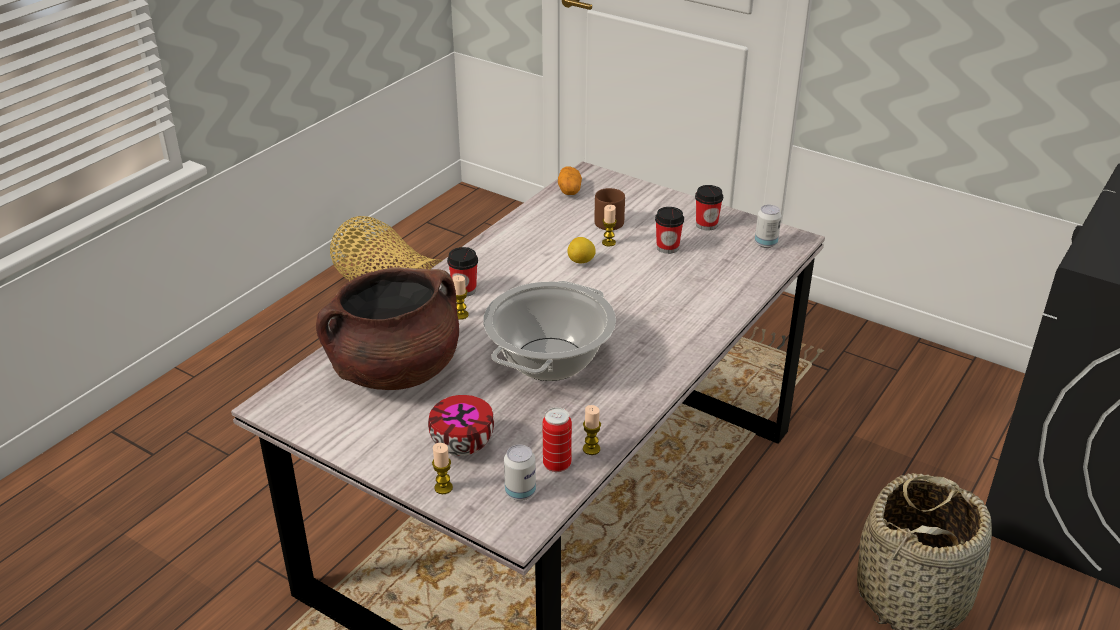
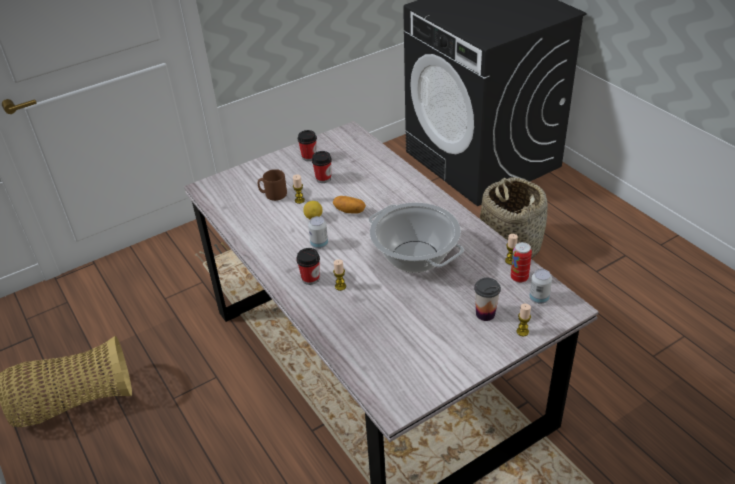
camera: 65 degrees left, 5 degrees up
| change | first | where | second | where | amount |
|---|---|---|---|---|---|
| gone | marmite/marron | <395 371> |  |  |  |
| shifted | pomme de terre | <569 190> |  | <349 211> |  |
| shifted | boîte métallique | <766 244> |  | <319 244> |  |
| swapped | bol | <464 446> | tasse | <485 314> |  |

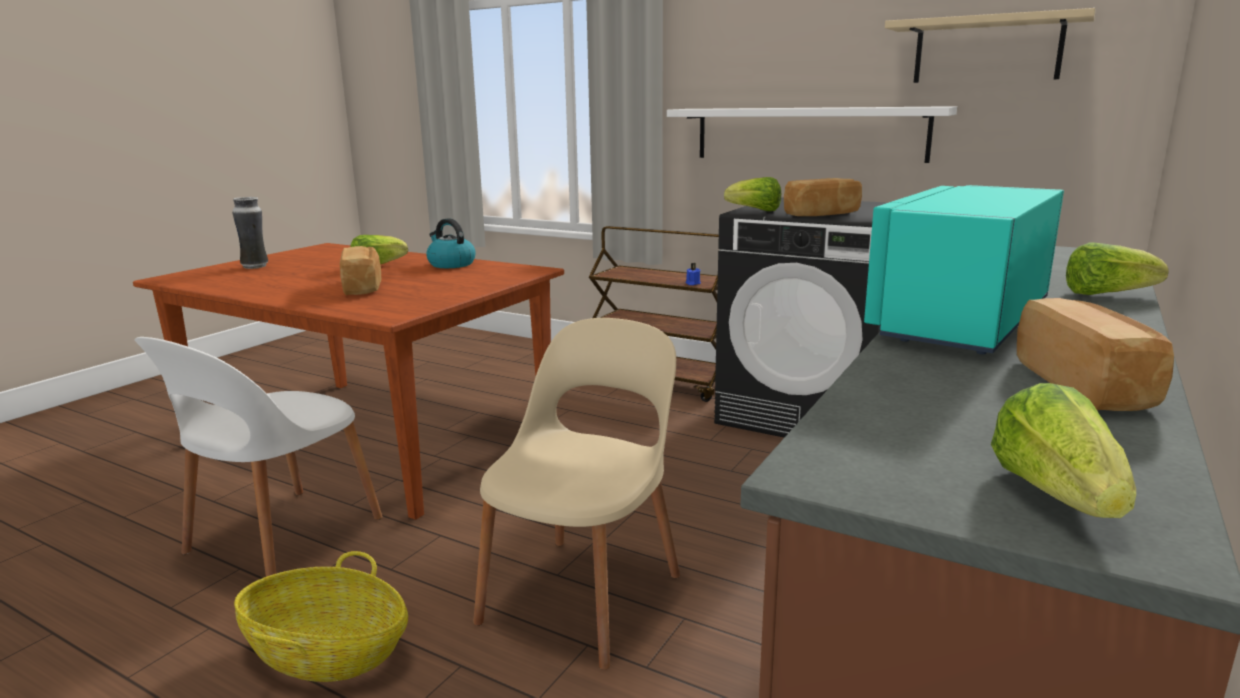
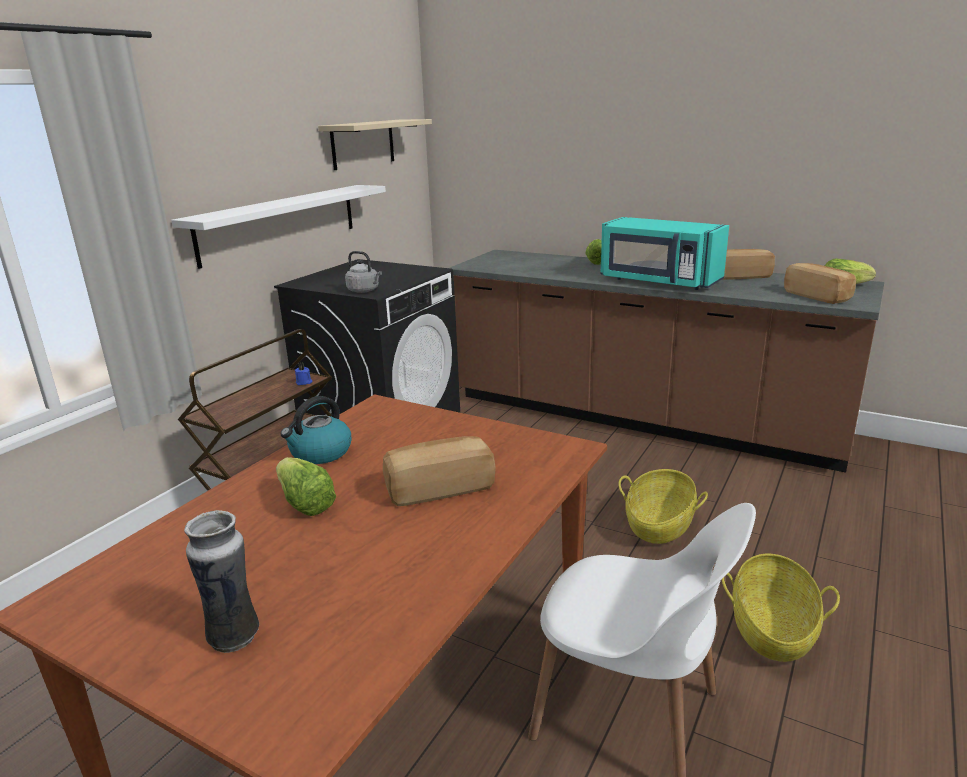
camera: 90 degrees left, 5 degrees up
| change | first | where | second | where | amount |
|---|---|---|---|---|---|
| shifted | pain | <823 214> |  | <817 296> |  |
| swapped | chaise/beige | <584 594> | panier | <659 524> |  |
| swapped | laitue | <755 210> | bouilloire/gris | <364 290> |  |

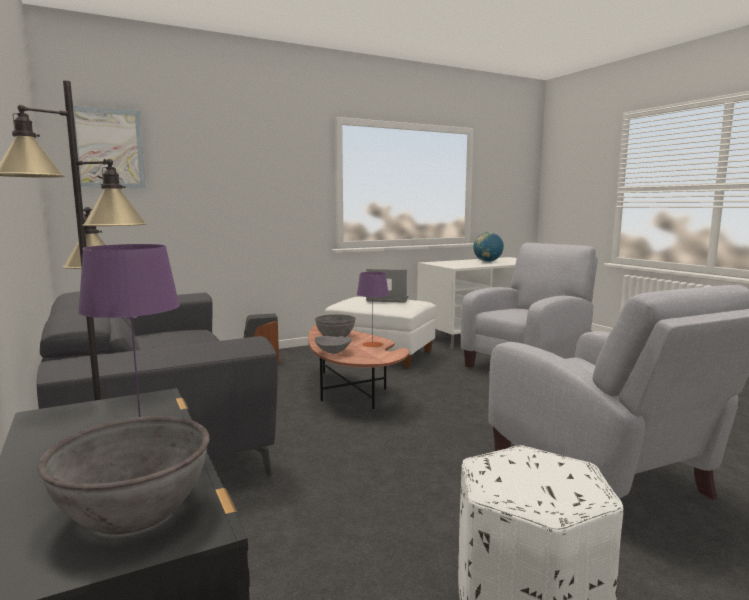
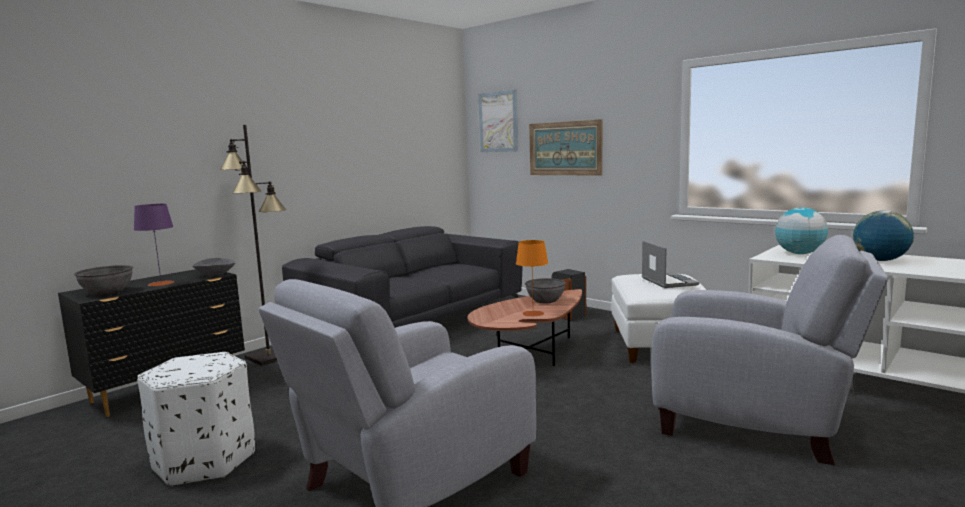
camera: 70 degrees right, 0 degrees up
| change | first | where | second | where | amount |
|---|---|---|---|---|---|
| new |  |  | tableau | <565 148> |  |
| new |  |  | globe | <799 253> |  |
| shifted | bol/gris | <333 352> |  | <215 275> |  |
| repainted | lampe de table/violet | <372 344> | lampe de table/orange | <533 313> |  |

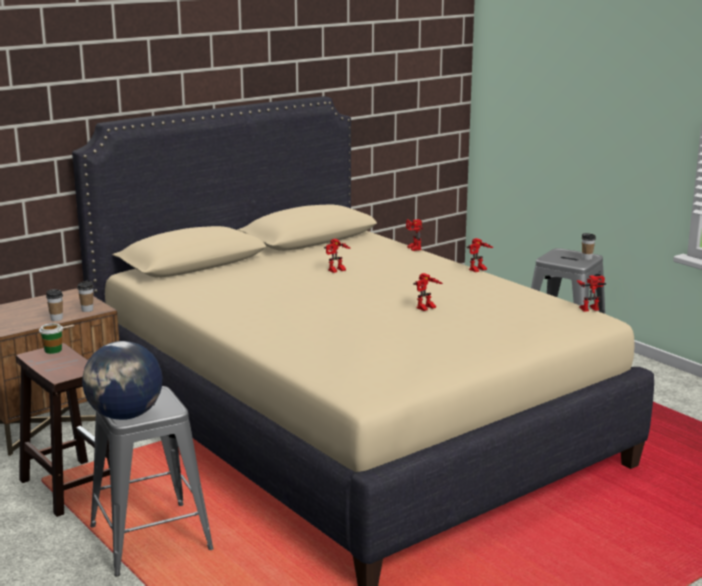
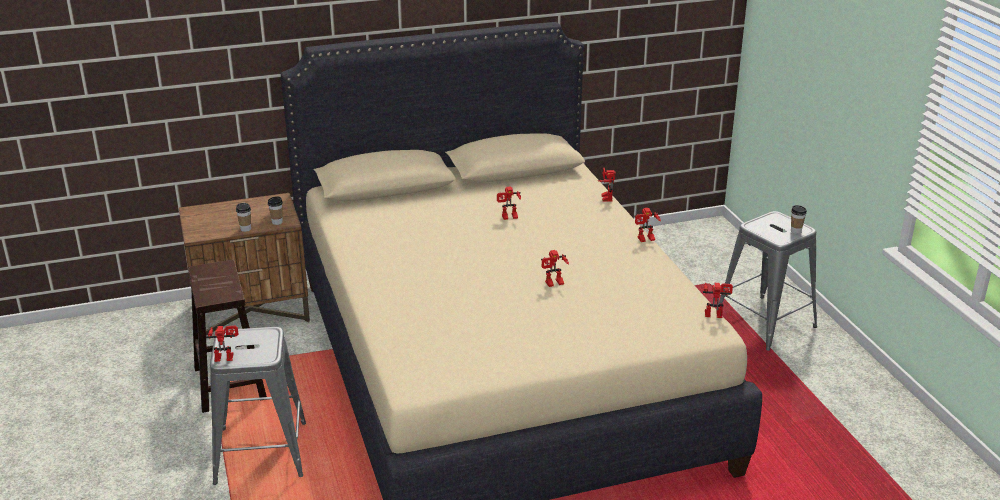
camera: 20 degrees right, 10 degrees up
| change | first | where | second | where | amount |
|---|---|---|---|---|---|
| gone | tasse | <53 350> |  |  |  |
| swapped | globe | <124 416> | robot jouet | <225 356> |  |

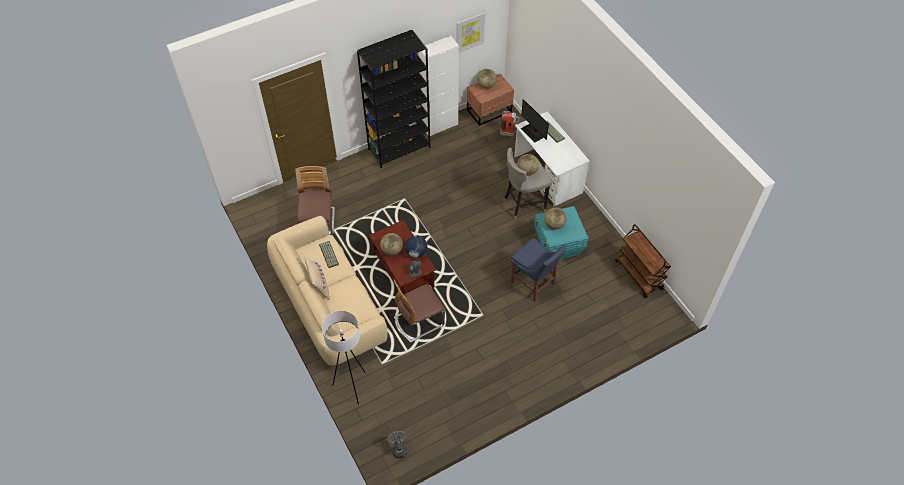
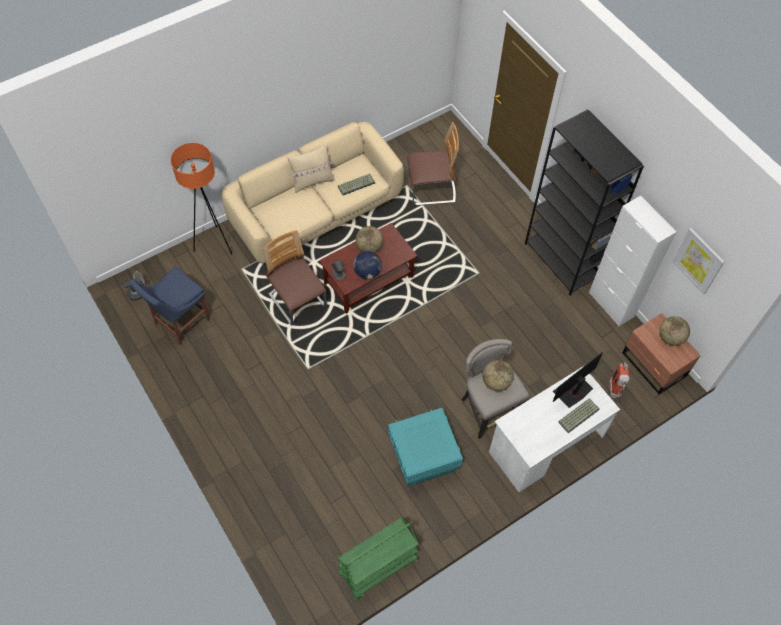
camera: 85 degrees right, 5 degrees up
| change | first | where | second | where | amount |
|---|---|---|---|---|---|
| gone | globe | <554 225> |  |  |  |
| shifted | chaise/bleu | <534 284> |  | <180 323> |  |
| repainted | lampadaire/blanc | <352 386> | lampadaire/orange | <214 244> |  |
| repainted | chariot/marron | <639 275> | chariot/vert | <378 567> |  |

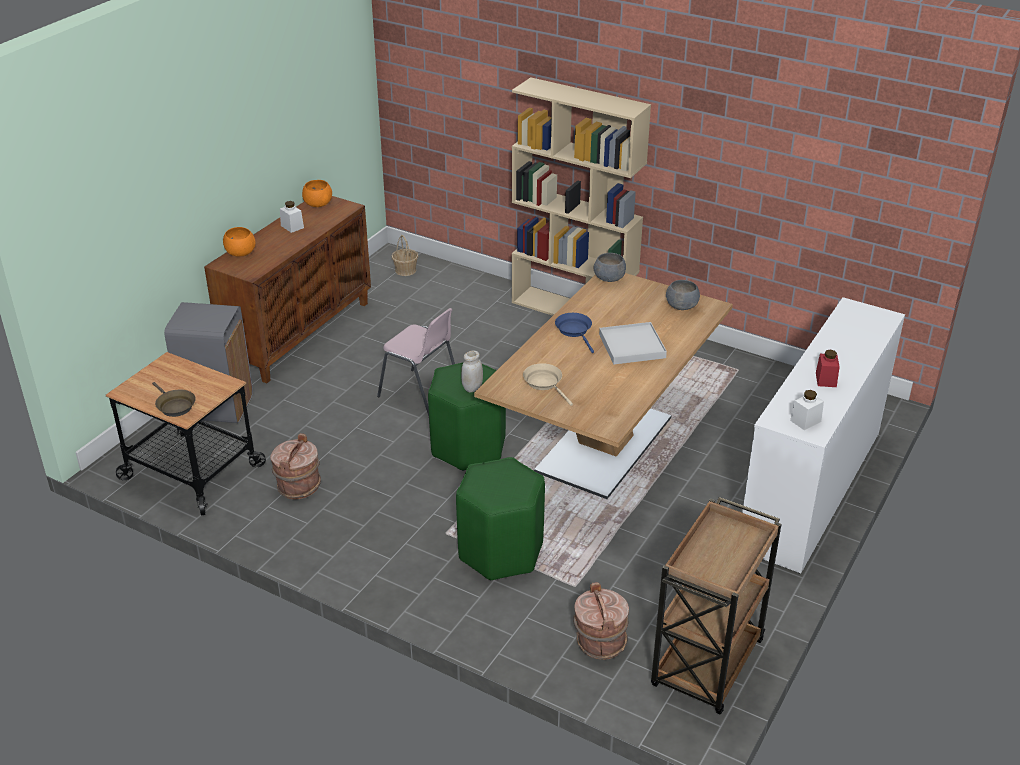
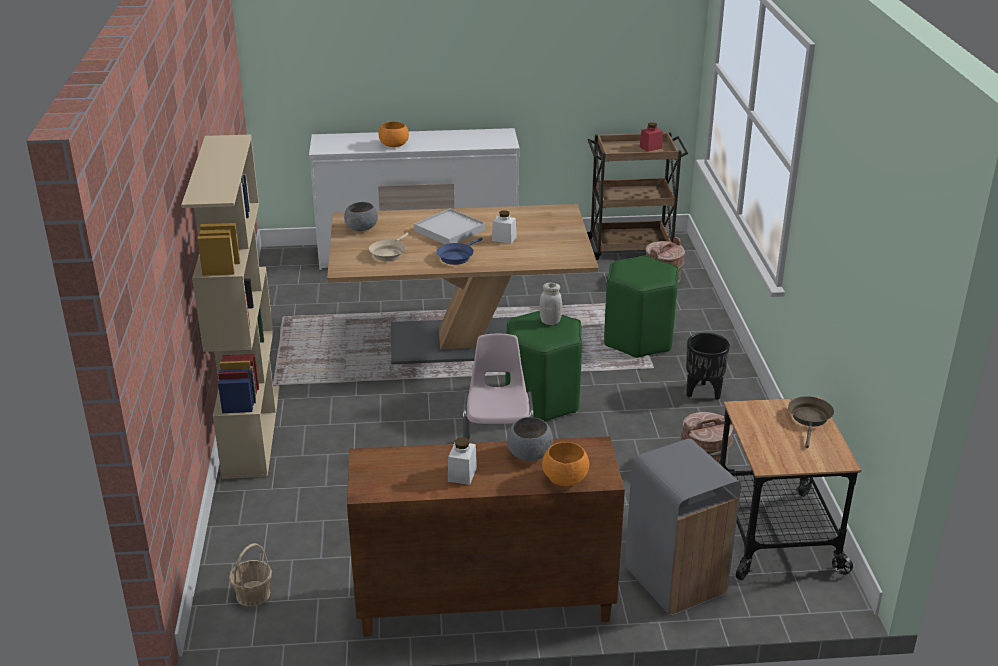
camera: 125 degrees left, 5 degrees down
| change | first | where | second | where | amount |
|---|---|---|---|---|---|
| new |  |  | cache-pot/noir | <703 393> |  |
| shifted | bol/orange | <317 204> |  | <394 145> |  |
| shifted | poêle/beige | <545 383> |  | <389 253> |  |
| shifted | bol/gris | <609 278> |  | <528 454> |  |
| shifted | bocal/blanc | <805 421> |  | <504 238> |  |
| shifted | bocal/rouge | <826 379> |  | <650 147> |  |

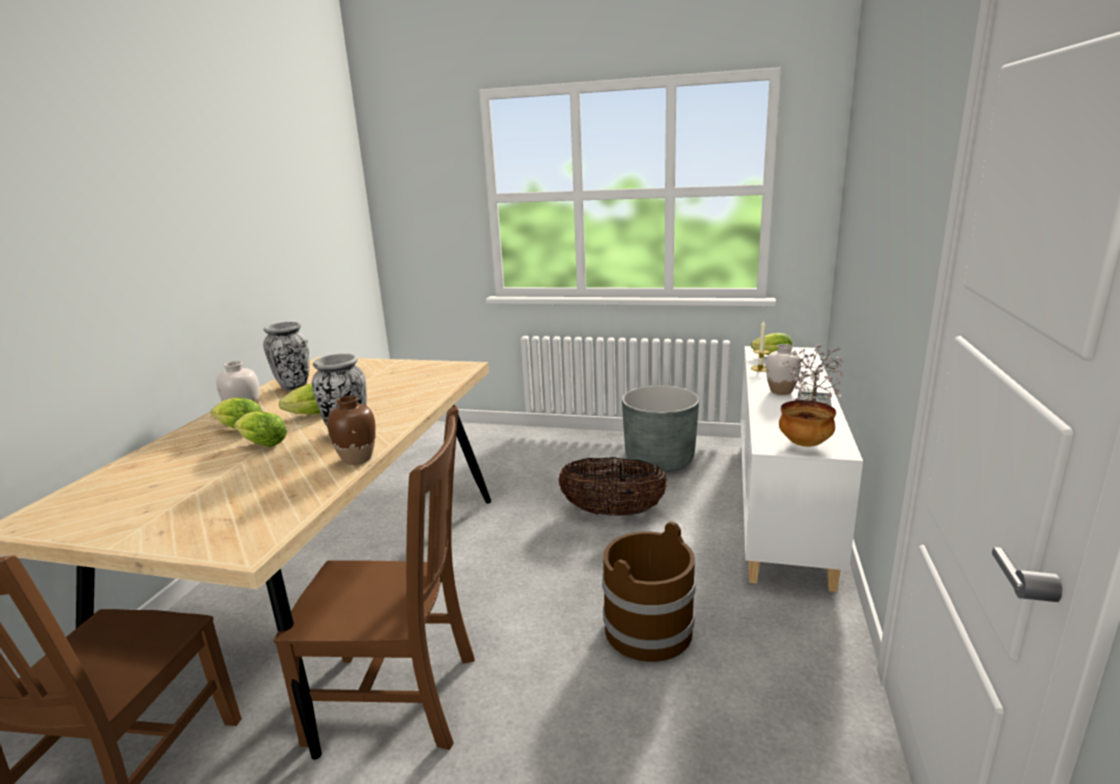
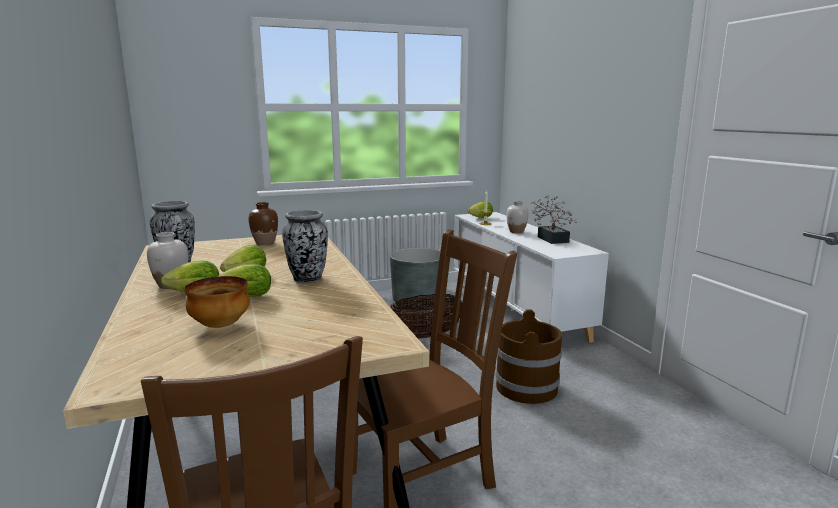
camera: 35 degrees left, 5 degrees down
| change | first | where | second | where | amount |
|---|---|---|---|---|---|
| shifted | vase/marron | <357 459> |  | <265 243> |  |
| shifted | bol | <804 444> |  | <220 325> |  |

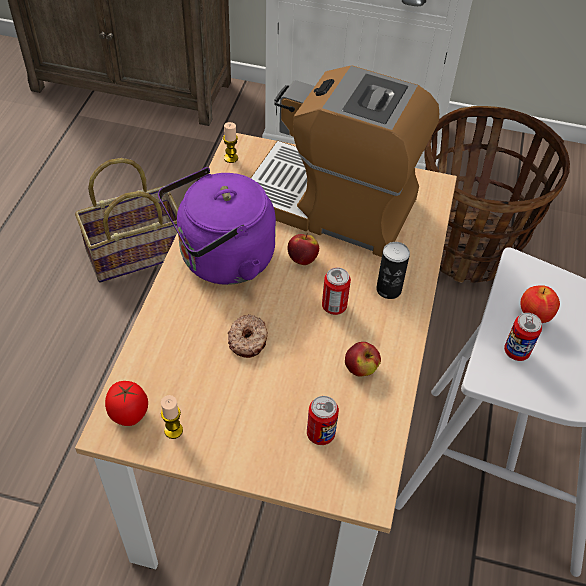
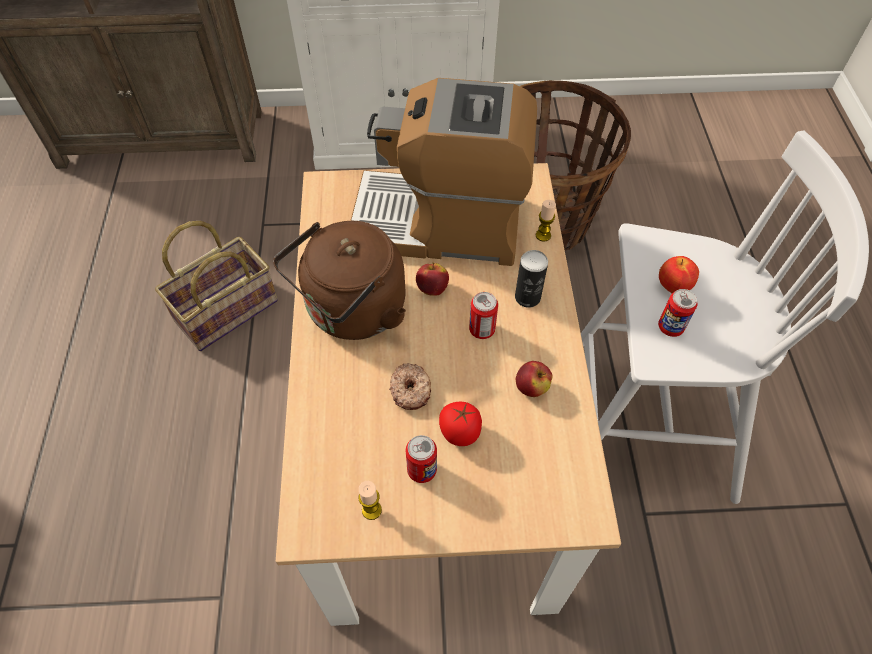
camera: 15 degrees left, 5 degrees up
| change | first | where | second | where | amount |
|---|---|---|---|---|---|
| shifted | tomate | <129 413> |  | <460 432> |  |
| shifted | bougie | <231 158> |  | <543 235> |  |
| shifted | boîte métallique | <320 434> |  | <422 470> |  |
| repainted | bouilloire/violet | <221 260> | bouilloire/marron | <352 312> |  |

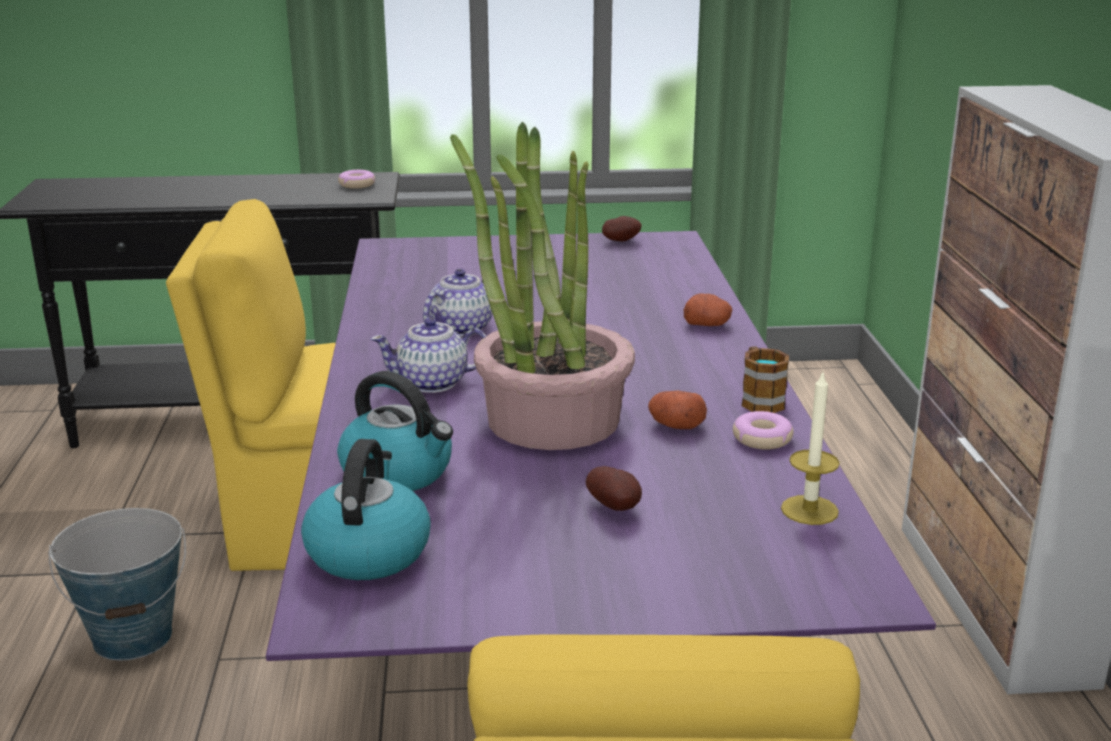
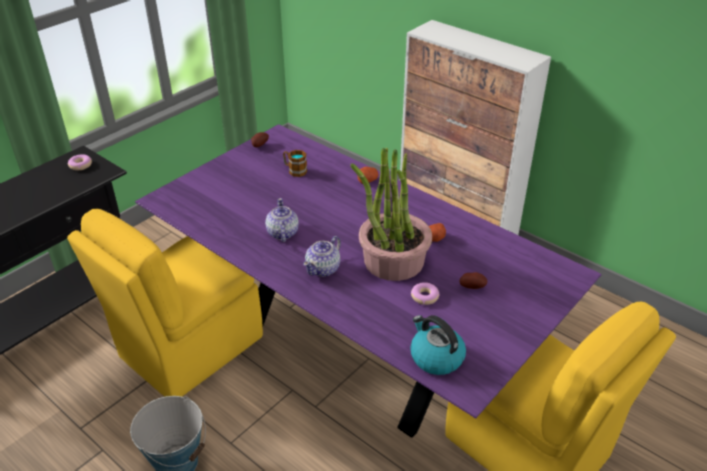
camera: 45 degrees left, 15 degrees up
| change | first | where | second | where | amount |
|---|---|---|---|---|---|
| gone | bouilloire | <399 473> |  |  |  |
| gone | bougie | <809 510> |  |  |  |
| shifted | beignet | <762 439> |  | <424 296> |  |
| shifted | mug | <759 399> |  | <294 170> |  |

